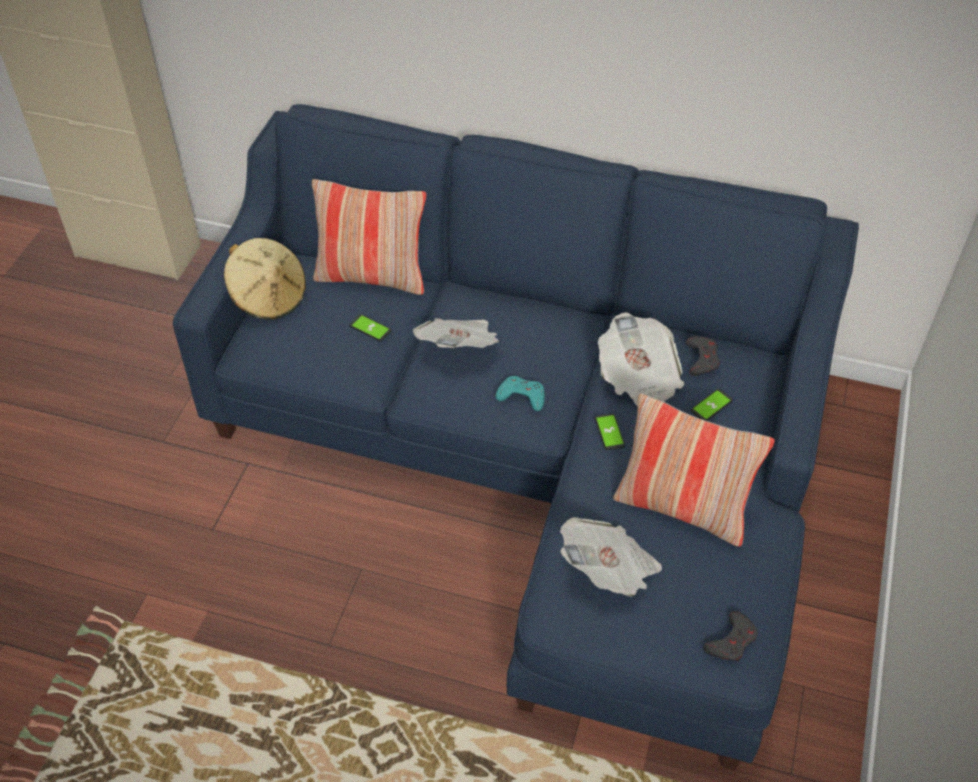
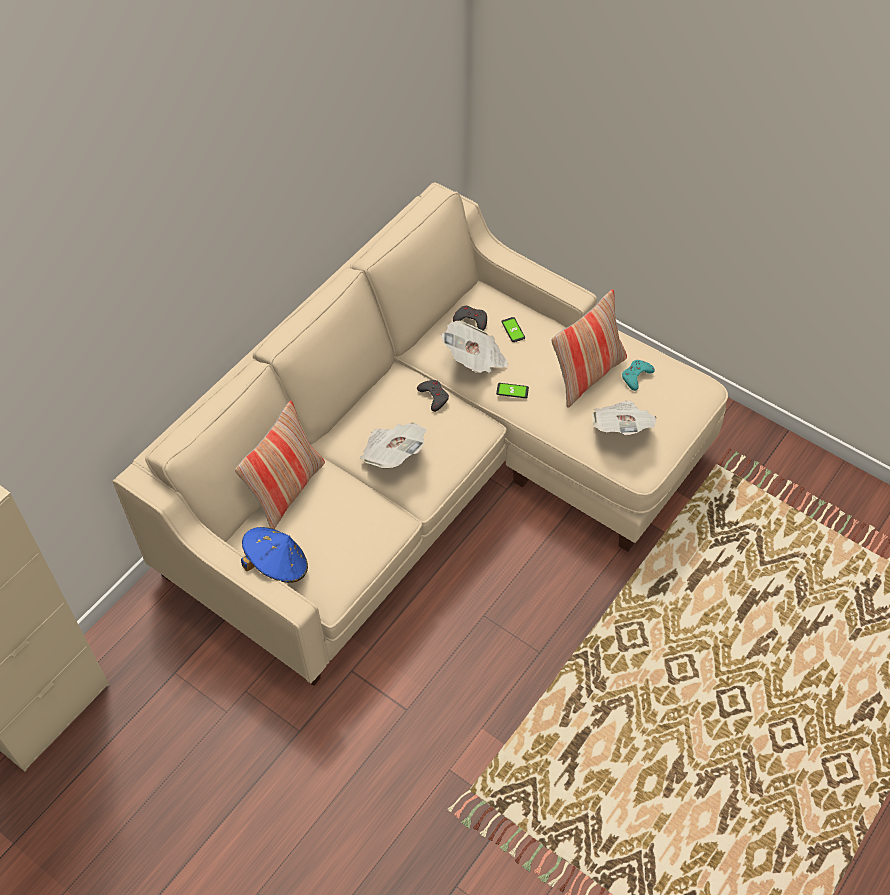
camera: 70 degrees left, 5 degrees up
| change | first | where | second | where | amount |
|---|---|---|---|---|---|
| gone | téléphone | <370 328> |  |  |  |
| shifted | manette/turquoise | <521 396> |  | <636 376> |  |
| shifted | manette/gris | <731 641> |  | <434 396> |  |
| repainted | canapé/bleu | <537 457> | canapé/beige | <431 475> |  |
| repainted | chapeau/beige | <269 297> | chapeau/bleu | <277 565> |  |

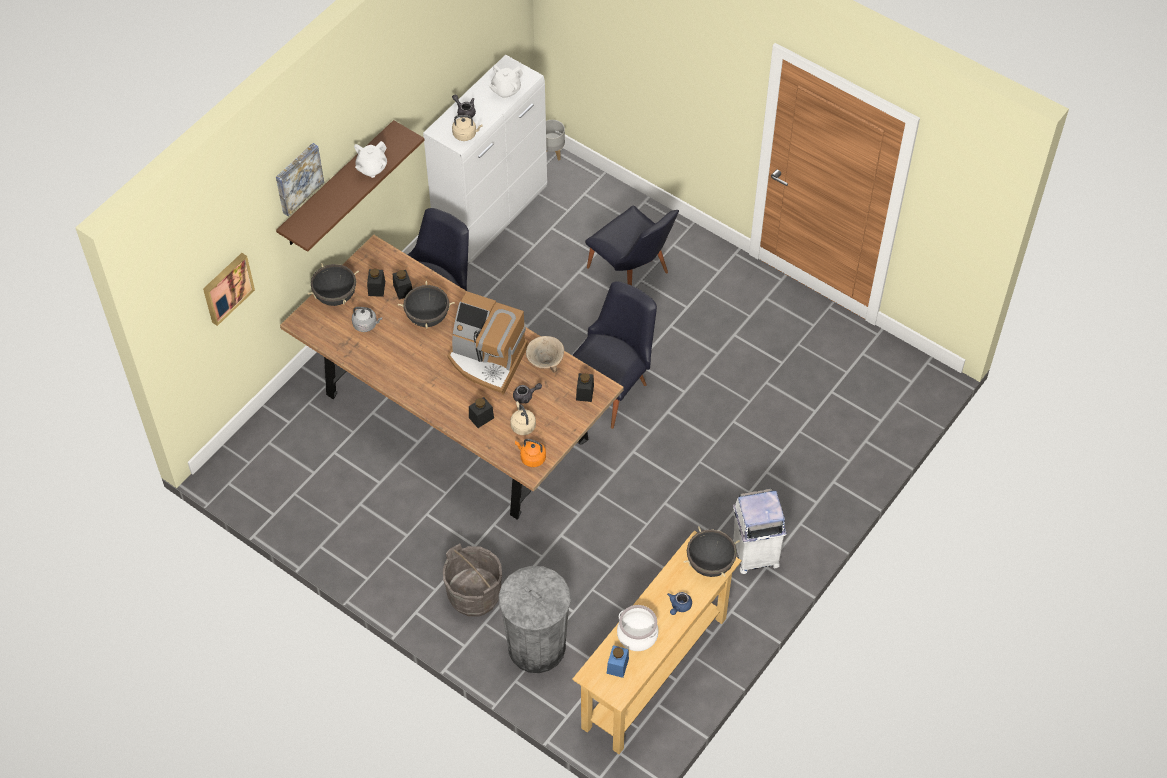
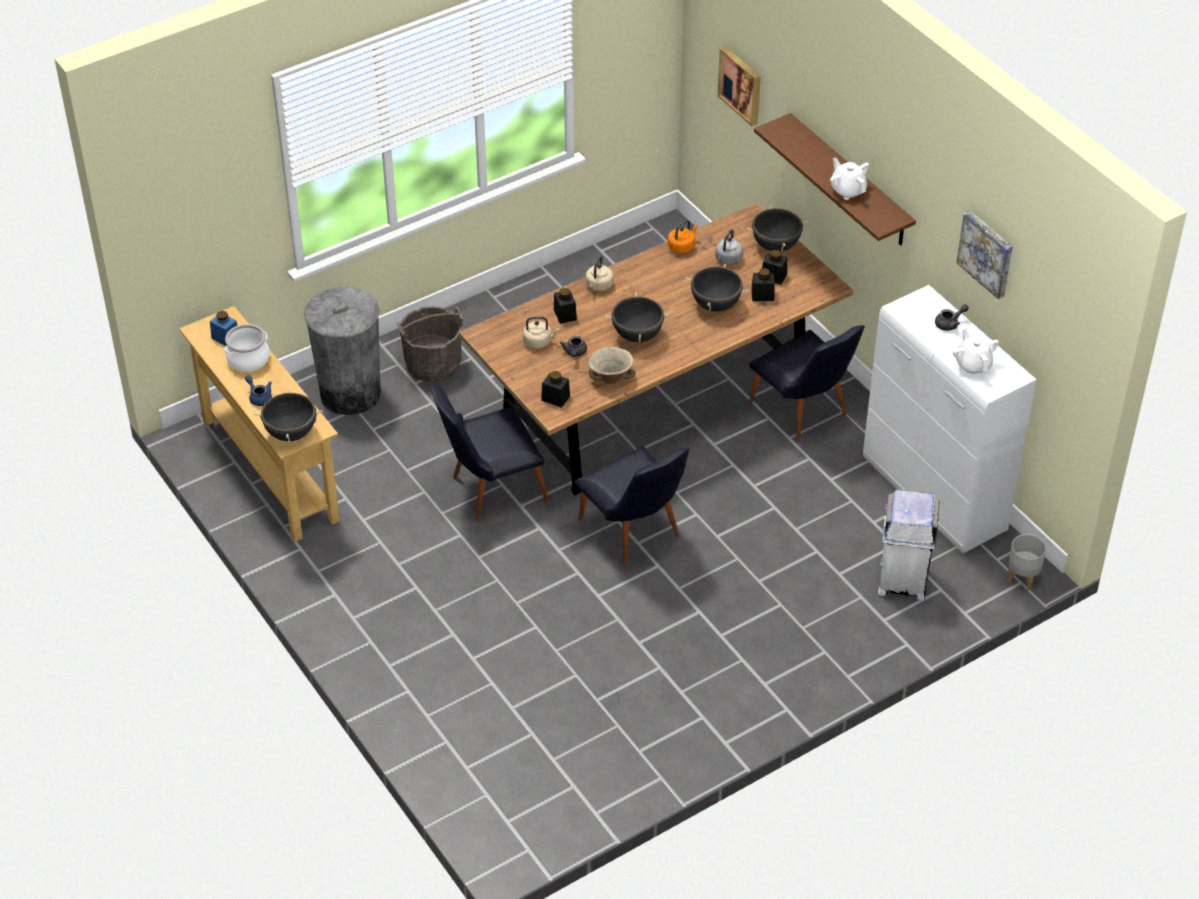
camera: 110 degrees right, 10 degrees down
| change | first | where | second | where | amount |
|---|---|---|---|---|---|
| shifted | tableau | <297 178> |  | <987 253> |  |
| shifted | bouilloire/beige | <466 134> |  | <598 286> |  |
| shifted | bouilloire/orange | <531 458> |  | <682 246> |  |
| shifted | chaise/noir | <632 274> |  | <489 490> |  |
| shifted | poubelle/blanc | <754 554> |  | <903 580> |  |
| swapped | machine à café | <487 360> | marmite/noir | <637 335> |  |

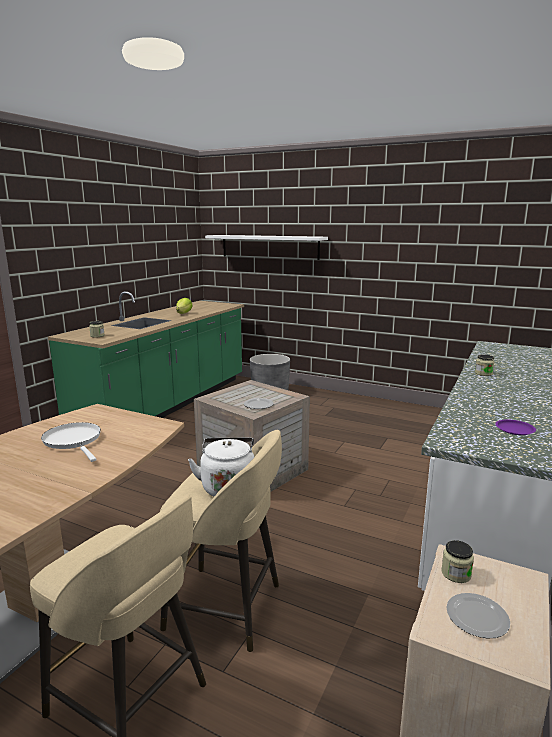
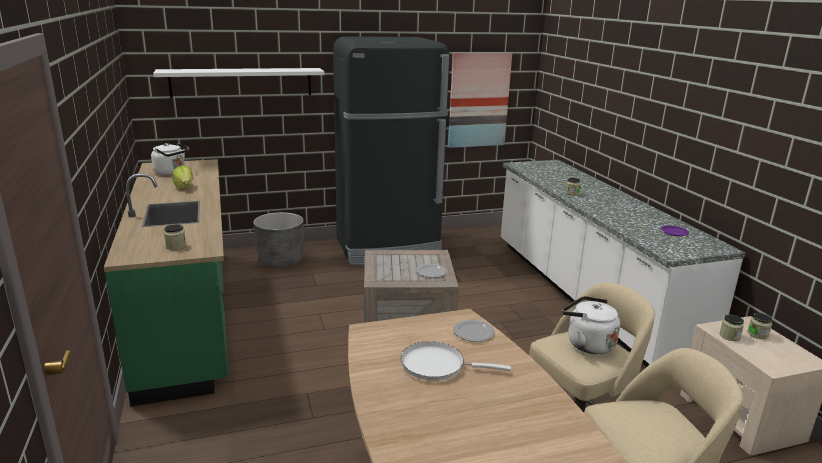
camera: 45 degrees left, 5 degrees up
| change | first | where | second | where | amount |
|---|---|---|---|---|---|
| new |  |  | bouilloire/blanc | <171 172> |  |
| new |  |  | réfrigérateur/noir | <388 248> |  |
| new |  |  | tableau | <478 100> |  |
| new |  |  | bocal | <757 334> |  |
| shifted | assiette | <477 617> |  | <473 332> |  |

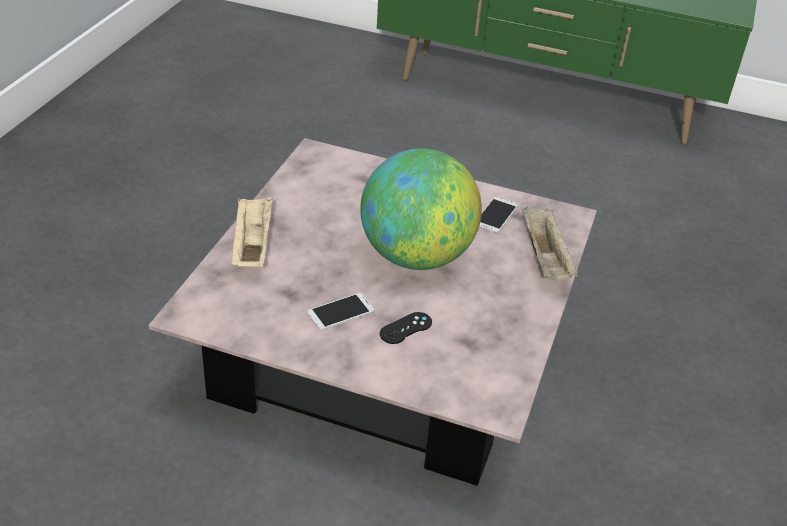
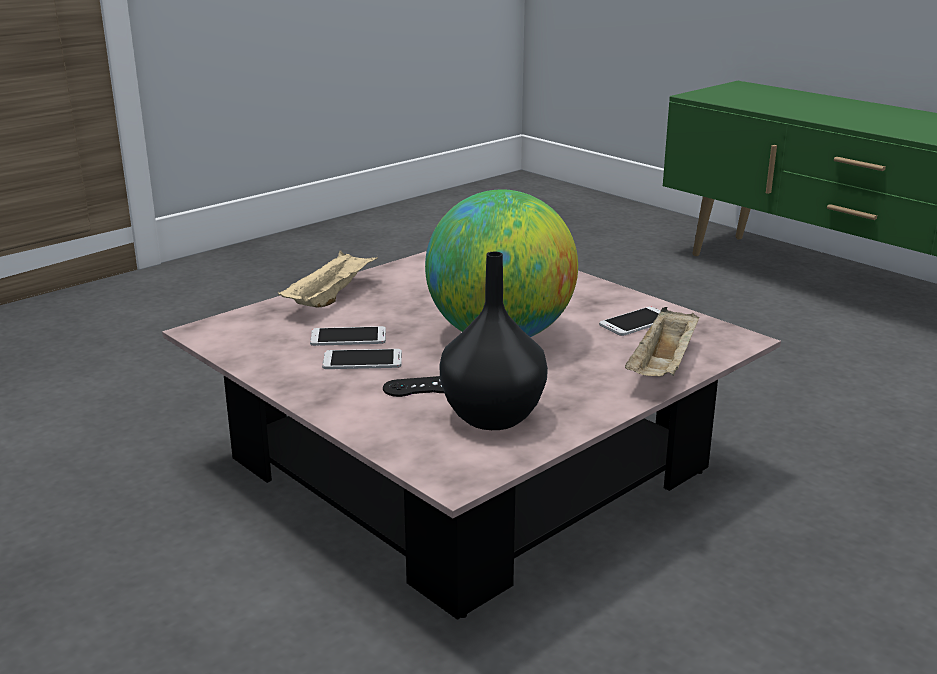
camera: 30 degrees right, 15 degrees down
| change | first | where | second | where | amount |
|---|---|---|---|---|---|
| new |  |  | téléphone | <348 337> |  |
| new |  |  | vase/noir | <491 416> |  |

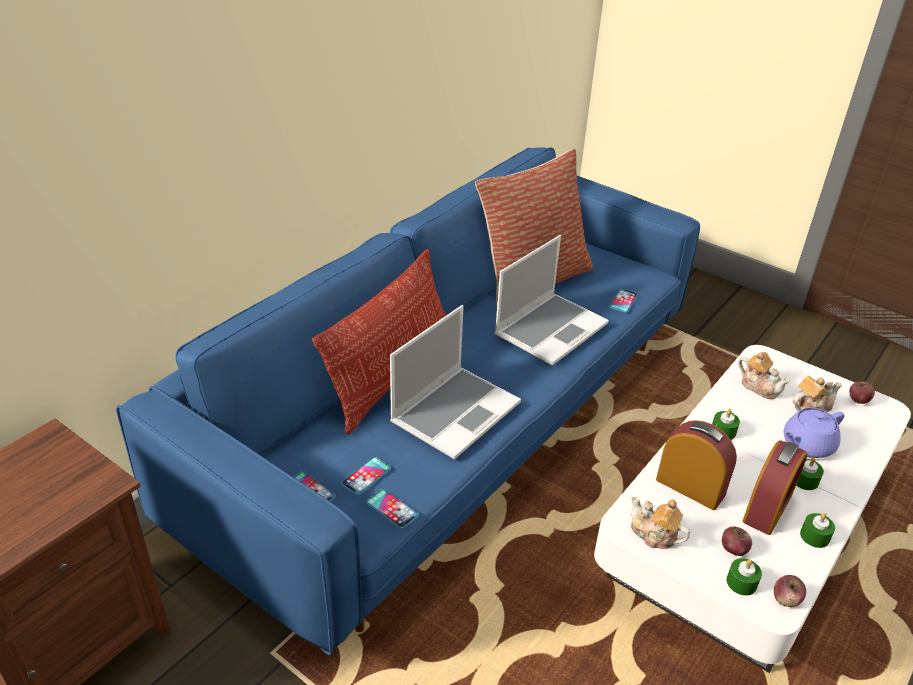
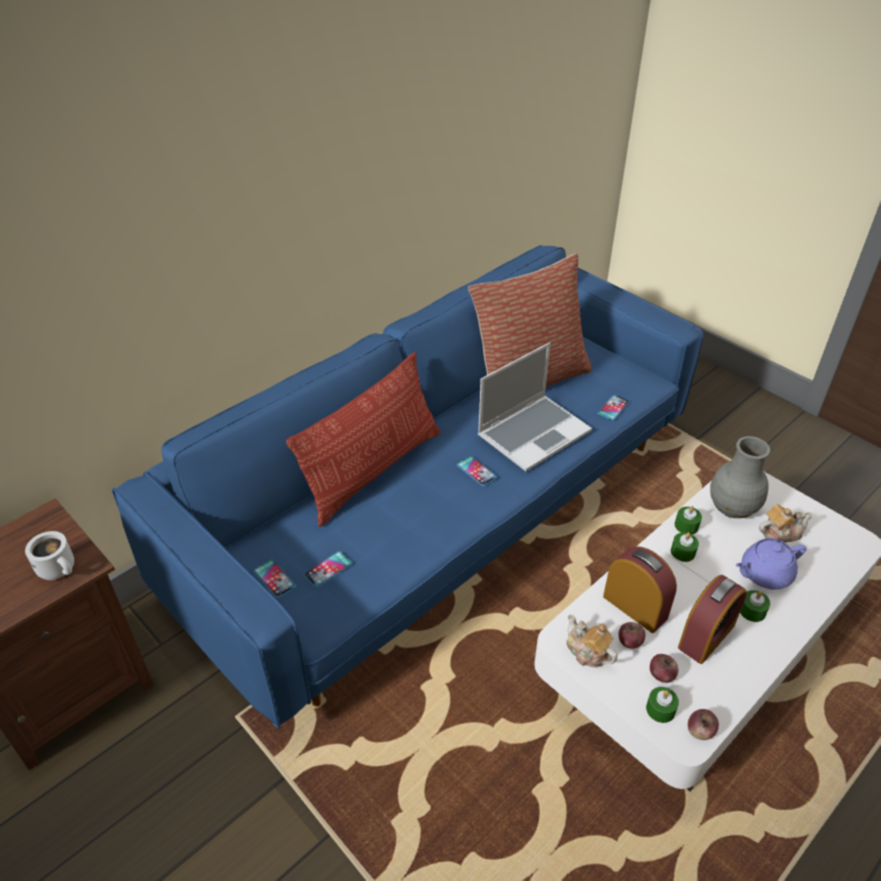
camera: 10 degrees right, 5 degrees up
| change | first | where | second | where | amount |
|---|---|---|---|---|---|
| gone | ordinateur portable | <455 412> |  |  |  |
| new |  |  | mug/blanc | <60 568> |  |
| shifted | téléphone | <392 509> |  | <476 471> |  |
| shifted | bougie/vert | <814 536> |  | <686 525> |  |
| shifted | pomme | <858 400> |  | <630 641> |  |
| swapped | théière | <759 386> | vase/gris | <732 507> |  |

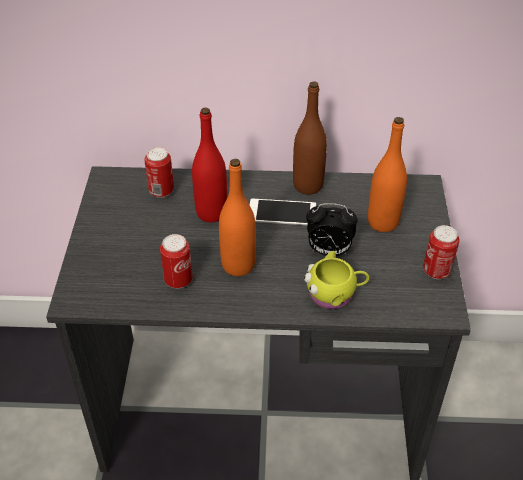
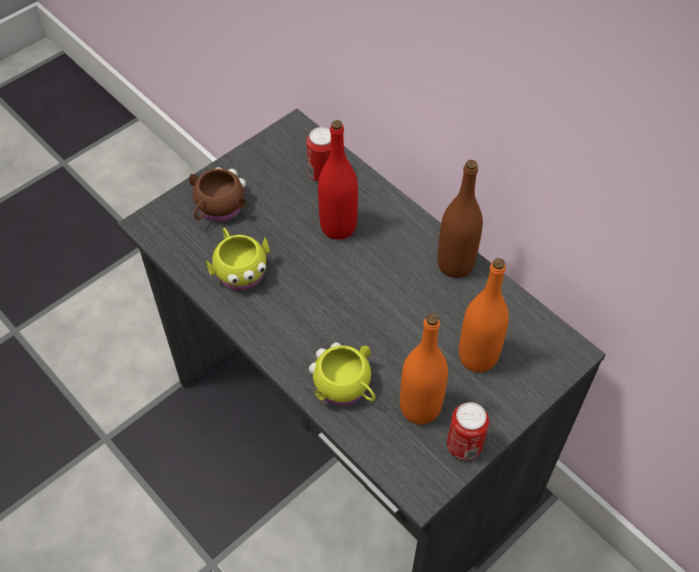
camera: 45 degrees right, 10 degrees up
| change | first | where | second | where | amount |
|---|---|---|---|---|---|
| gone | téléphone | <282 213> |  |  |  |
| gone | réveil | <328 251> |  |  |  |
| new |  |  | mug/marron | <218 209> |  |
| shifted | bouteille/orange | <238 265> |  | <420 407> |  |
| swapped | boîte métallique | <178 280> | mug/jaune | <239 269> |  |

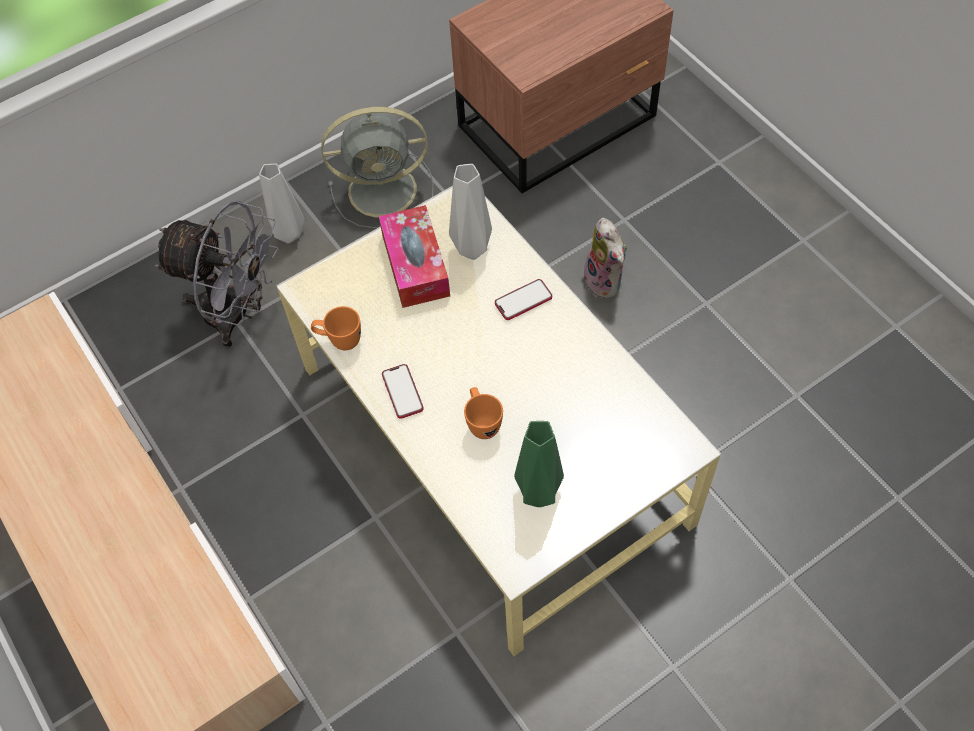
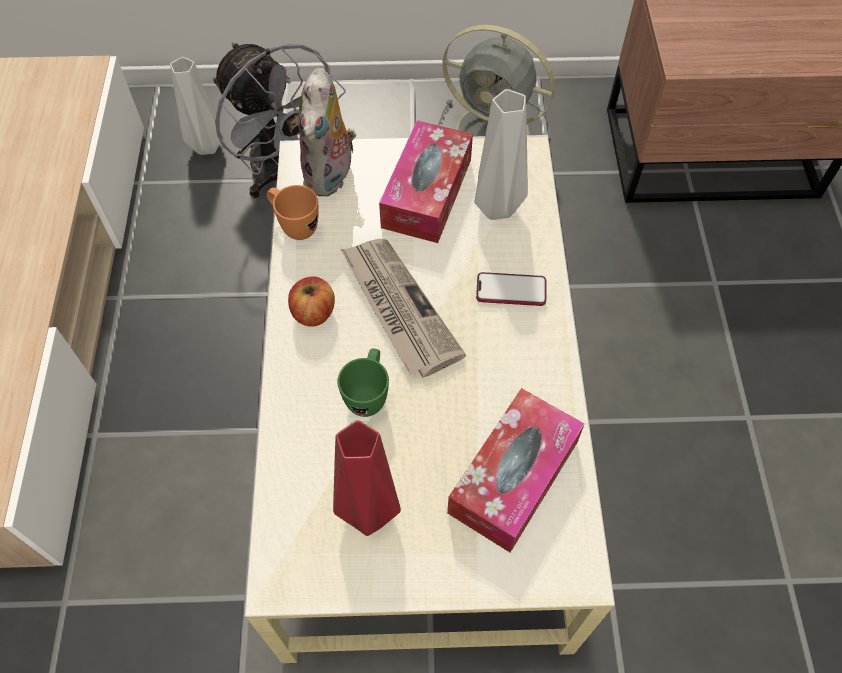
camera: 30 degrees right, 0 degrees up
| change | first | where | second | where | amount |
|---|---|---|---|---|---|
| new |  |  | journal | <398 307> |  |
| new |  |  | boîte à mouchoirs | <513 477> |  |
| shifted | vase/gris | <290 233> |  | <208 147> |  |
| shifted | peluche | <606 281> |  | <331 176> |  |
| swapped | téléphone | <402 392> | pomme | <313 313> |  |
| repainted | mug/orange | <482 422> | mug/vert | <368 394> |  |
| repainted | vase/vert | <538 490> | vase/rouge | <370 509> |  |

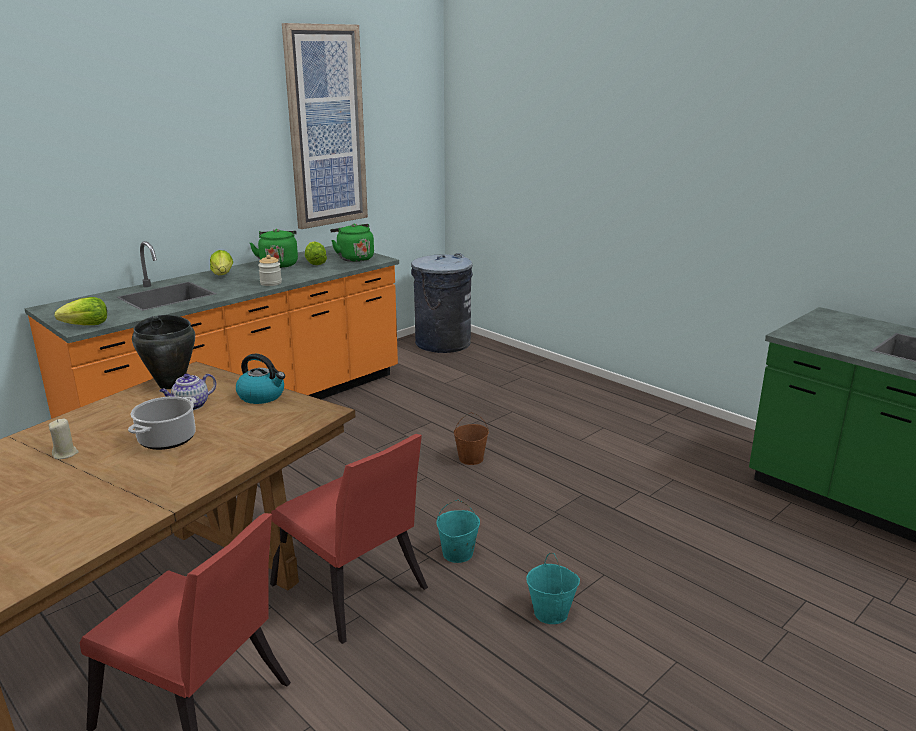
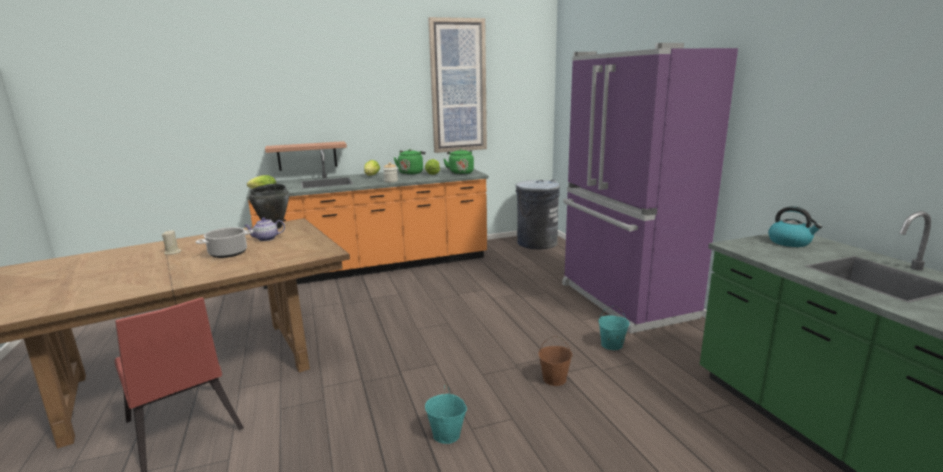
camera: 25 degrees right, 5 degrees down
| change | first | where | second | where | amount |
|---|---|---|---|---|---|
| gone | chaise/rouge | <353 593> |  |  |  |
| new |  |  | étagère | <307 156> |  |
| new |  |  | réfrigérateur/violet | <624 301> |  |
| shifted | bouilloire | <262 396> |  | <790 242> |  |
| shifted | seau/turquoise | <457 554> |  | <611 345> |  |
| shifted | seau/marron | <471 459> |  | <554 379> |  |

